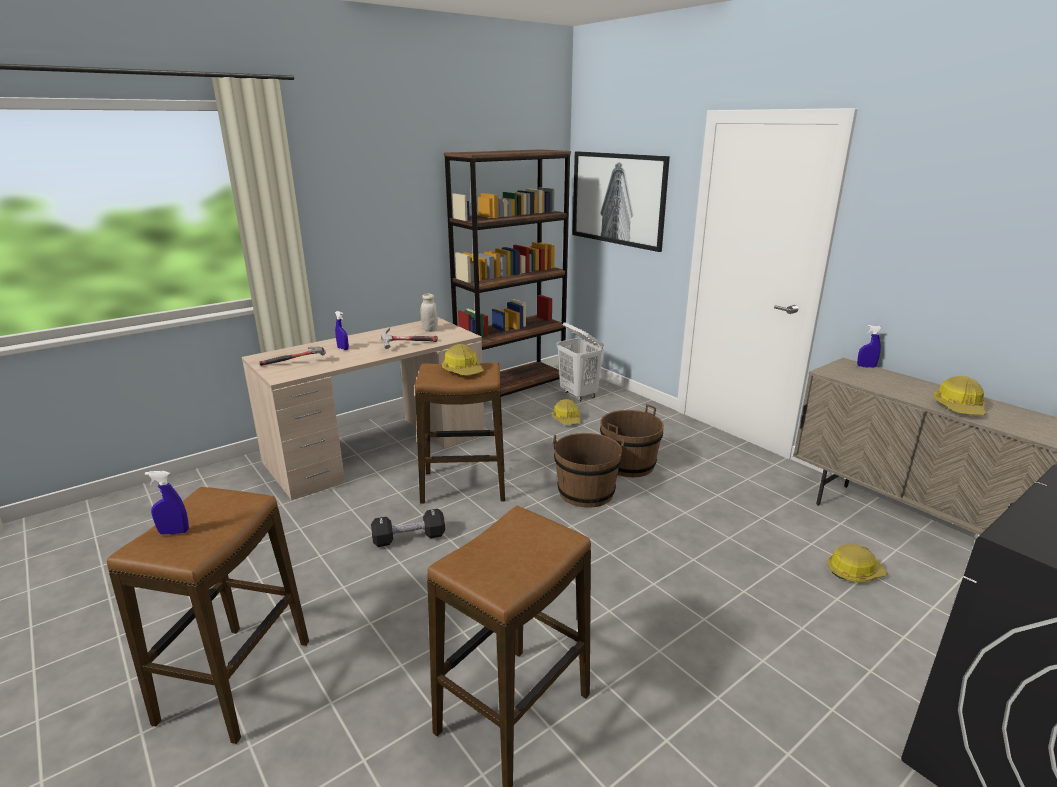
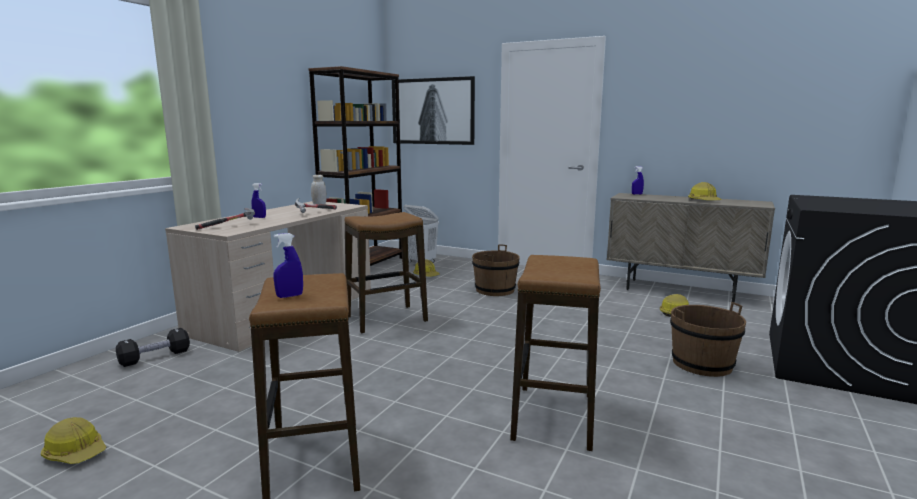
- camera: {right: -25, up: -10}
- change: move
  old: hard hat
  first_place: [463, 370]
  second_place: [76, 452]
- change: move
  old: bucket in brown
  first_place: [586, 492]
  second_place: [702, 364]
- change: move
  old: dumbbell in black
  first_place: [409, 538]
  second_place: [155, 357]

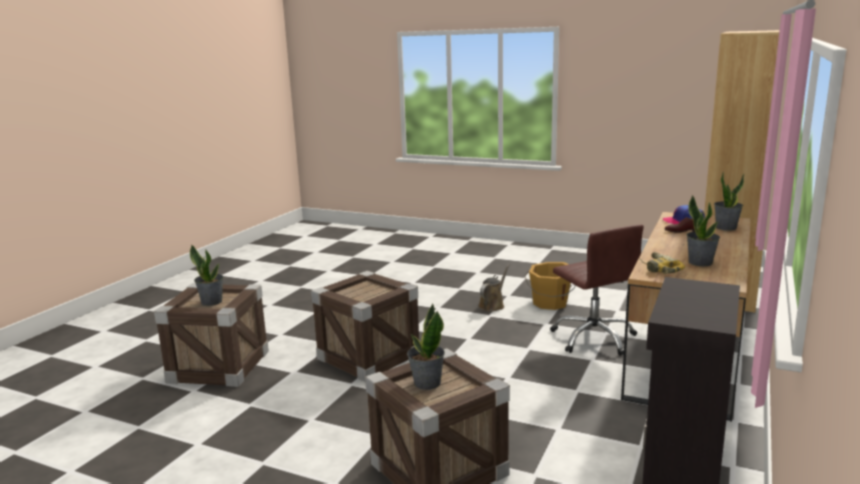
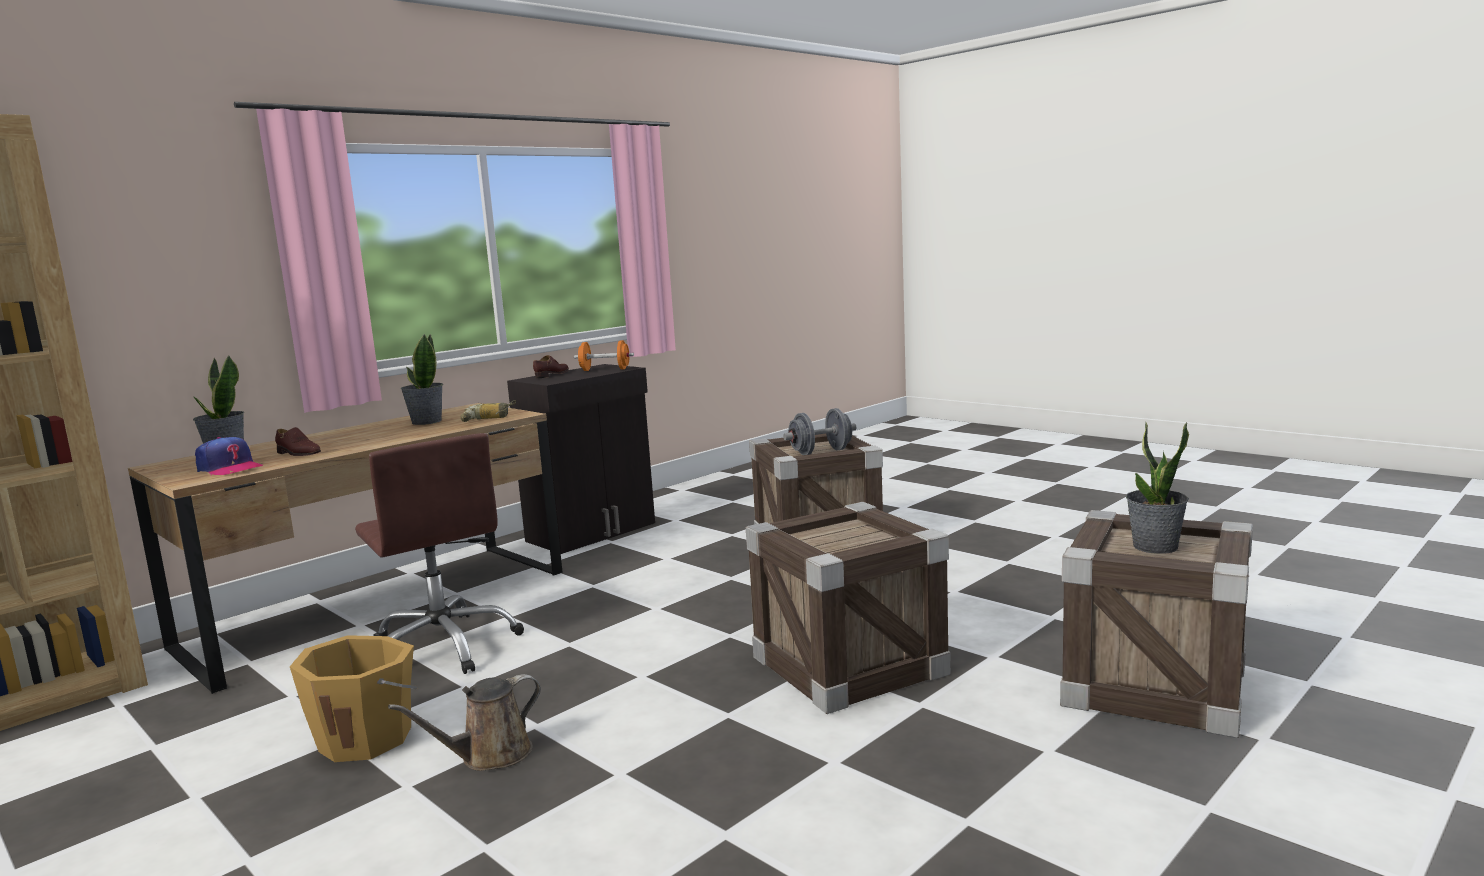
- camera: {right: -160, up: -5}
- change: rotate
  old: office chair in brown
  first_place: [594, 338]
  second_place: [443, 647]
  degrees: 150
- change: replace
  old: potted plant
  new: dumbbell in grey
  first_place: [426, 383]
  second_place: [821, 452]
- change: insert
  new: dumbbell in orange
  second_place: [605, 370]
- change: insert
  new: shoe in brown
  second_place: [552, 374]

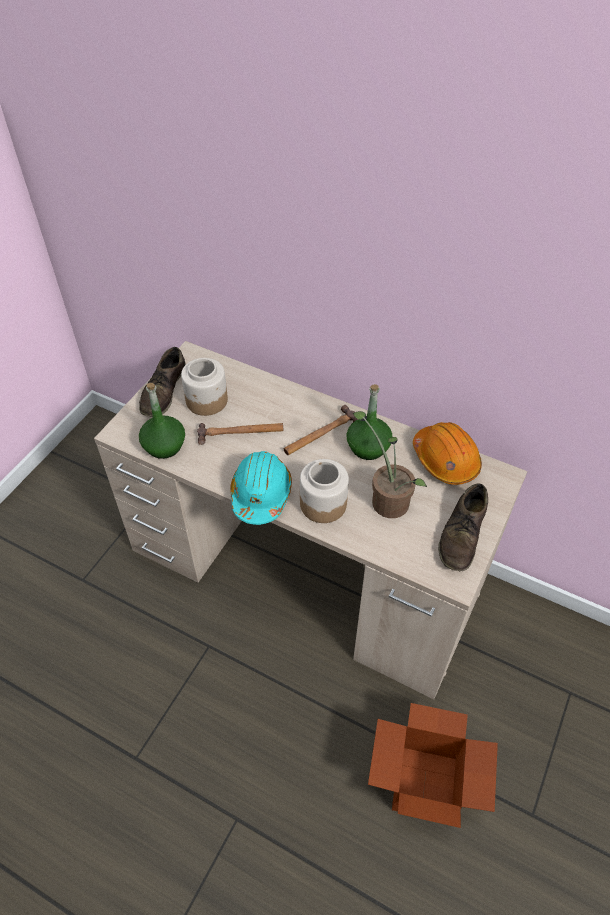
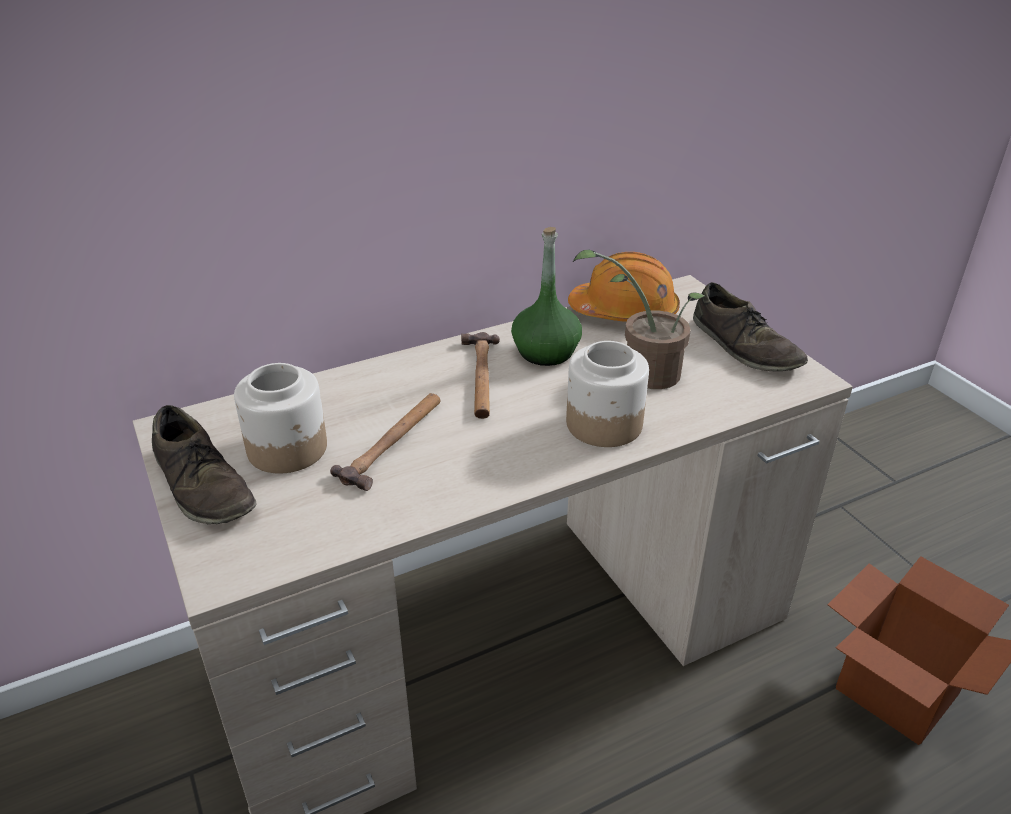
- camera: {right: -55, up: -15}
- change: delete
  old: bottle in green
  first_place: [164, 445]
- change: delete
  old: hard hat in turquoise
  first_place: [261, 494]

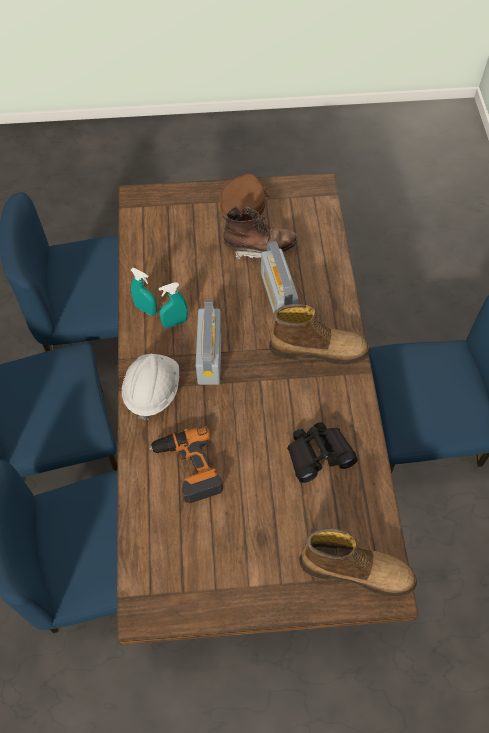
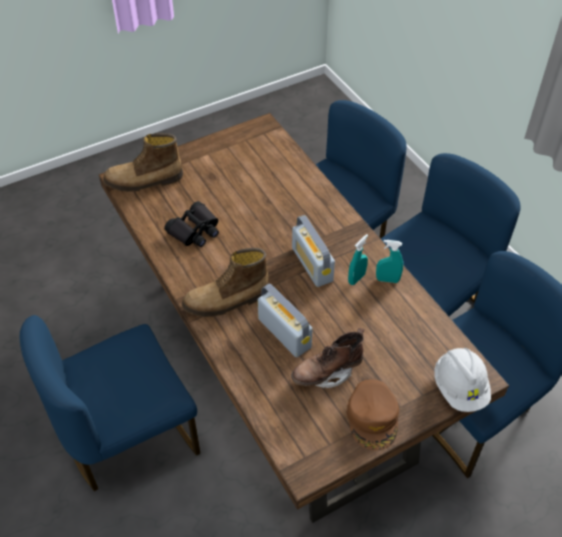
- camera: {right: 155, up: -10}
- change: move
  old: hard hat in white
  first_place: [152, 391]
  second_place: [460, 388]
- change: delete
  old: power drill
  first_place: [187, 468]

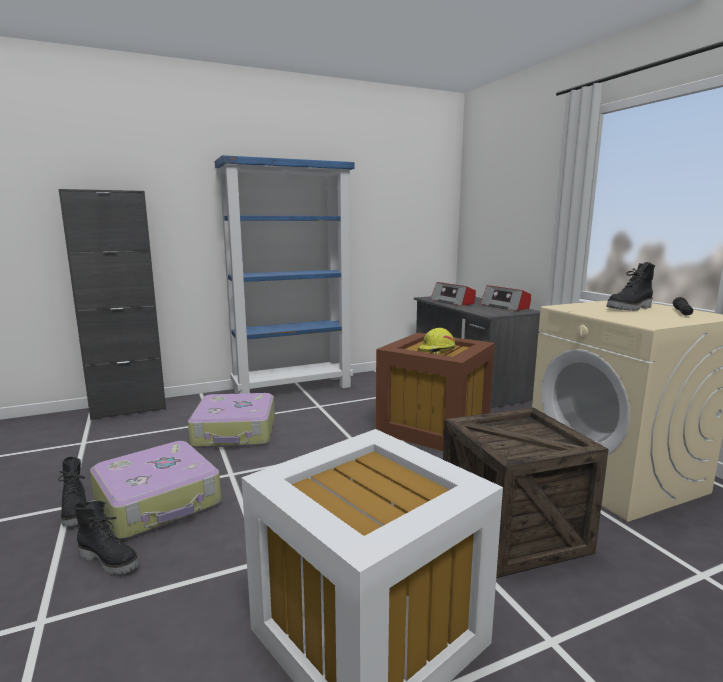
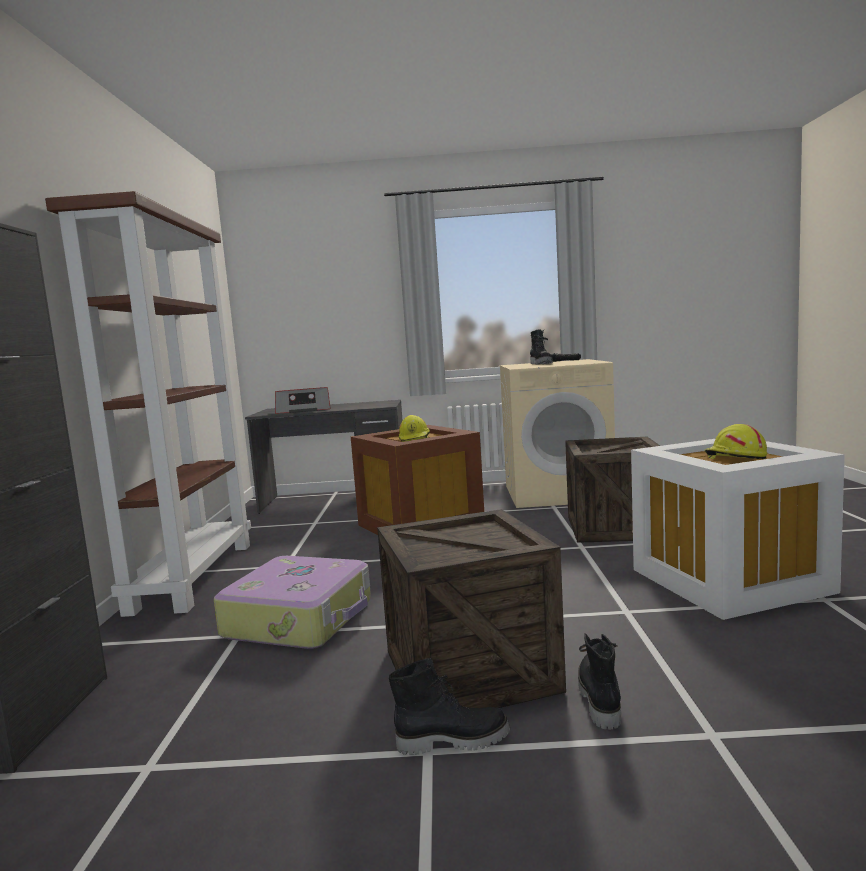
- camera: {right: -65, up: -5}
- change: recolor
  old: bookcase in blue
  new: bookcase in brown
  first_place: [293, 388]
  second_place: [193, 575]
- change: delete
  old: radio
  first_place: [505, 306]
- change: replace
  old: suitcase
  new: crate
  first_place: [159, 502]
  second_place: [470, 670]
- change: rotate
  old: boot in black
  first_place: [110, 560]
  second_place: [598, 697]
  degrees: -45
- change: insert
  new: hard hat in yellow
  second_place: [735, 457]

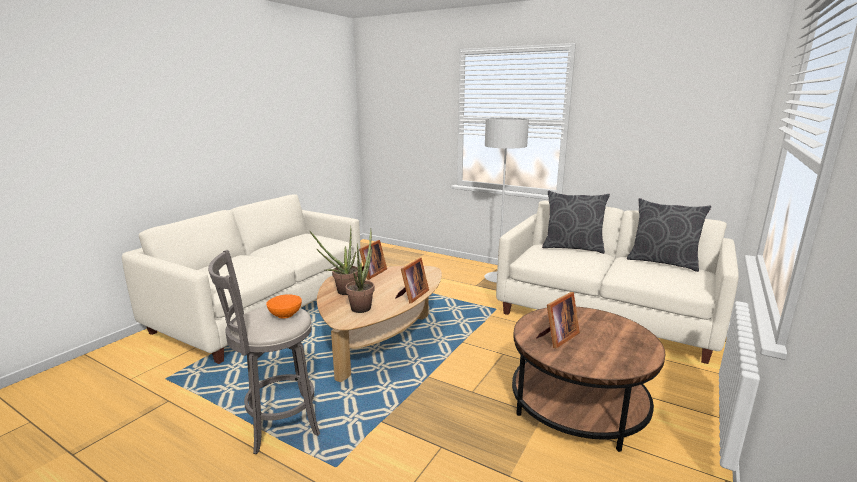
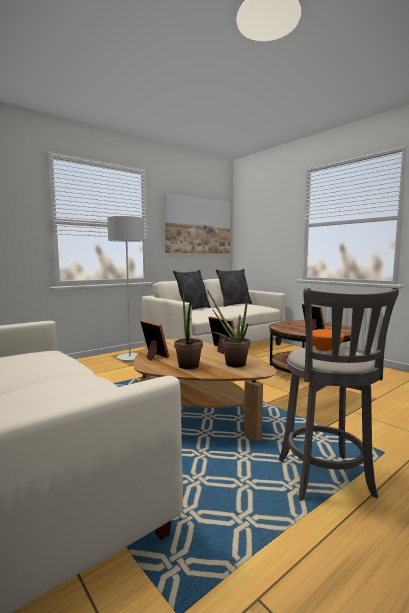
- camera: {right: -70, up: -10}
- change: insert
  new: picture
  second_place: [198, 226]

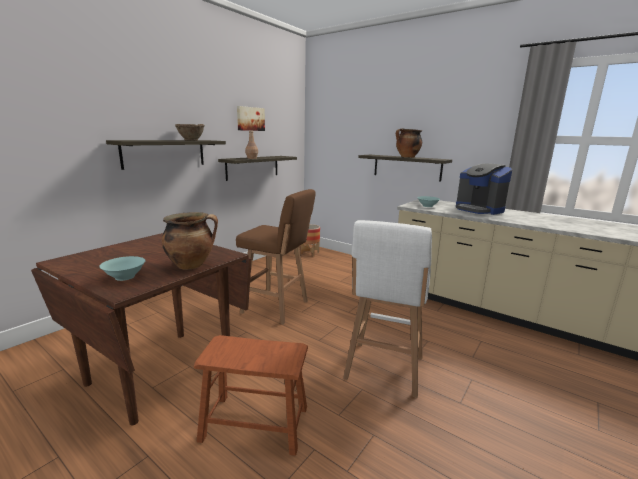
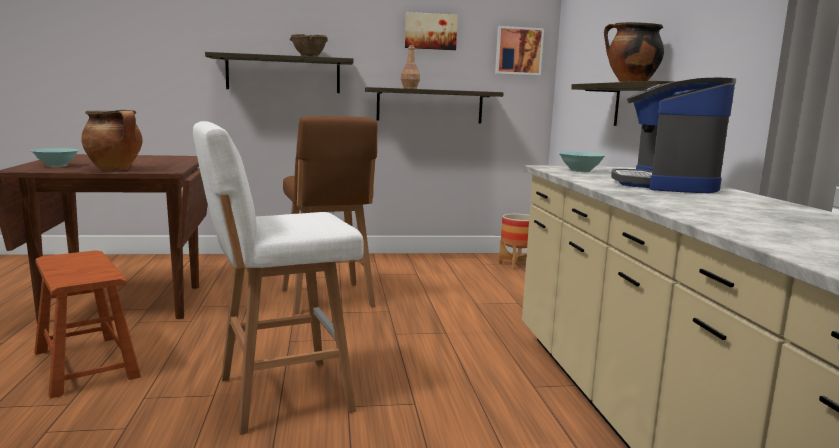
- camera: {right: 45, up: -5}
- change: insert
  new: picture
  second_place: [518, 51]

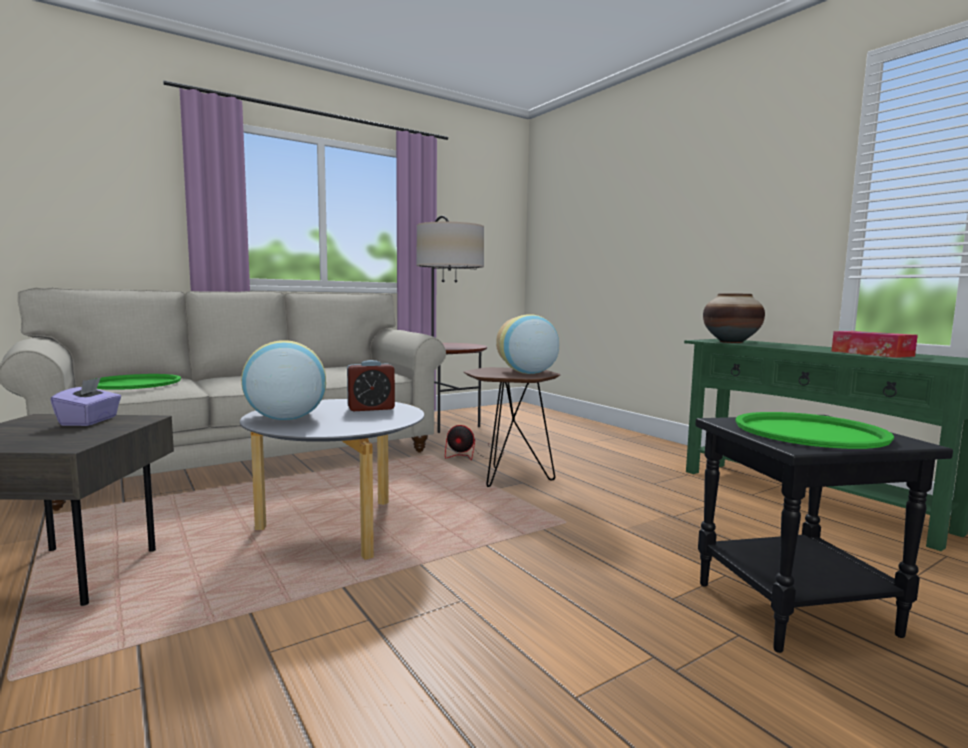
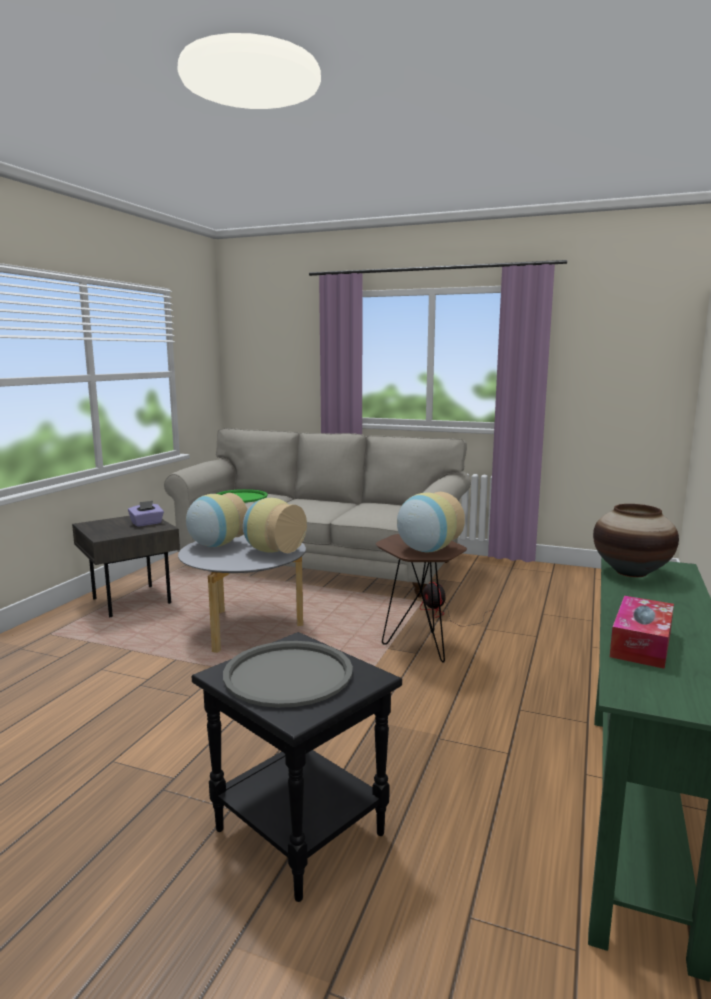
- camera: {right: 55, up: 5}
- change: delete
  old: floor lamp
  first_place: [447, 425]
- change: replace
  old: alarm clock
  new: vase
  first_place: [371, 408]
  second_place: [272, 551]
- change: recolor
  old: tray in green
  new: tray in grey
  first_place: [809, 432]
  second_place: [288, 674]

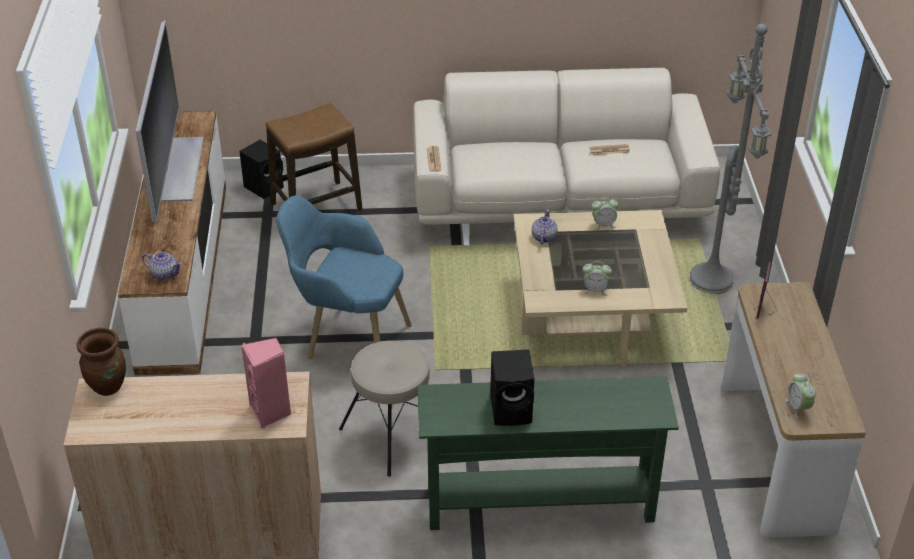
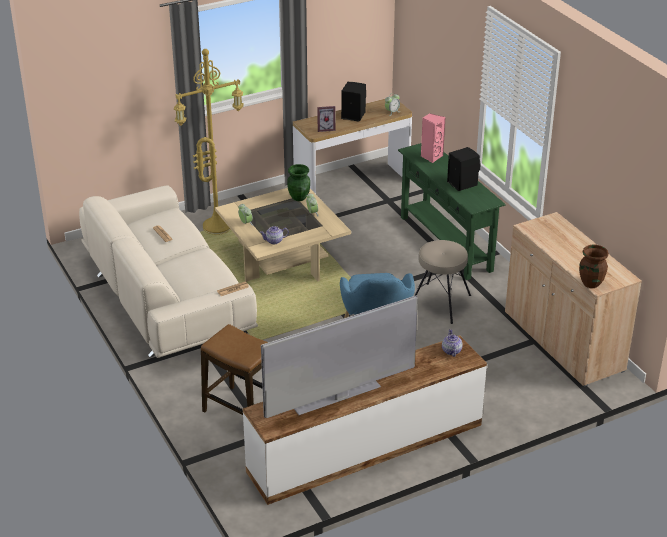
- camera: {right: -115, up: -5}
- change: recolor
  old: floor lamp in grey
  new: floor lamp in yellow
  first_place: [714, 281]
  second_place: [217, 226]
- change: move
  old: speaker in black
  first_place: [265, 187]
  second_place: [352, 115]
- change: move
  old: speaker in pink
  first_place: [271, 413]
  second_place: [431, 156]
- change: insert
  new: vase in green
  second_place: [299, 197]

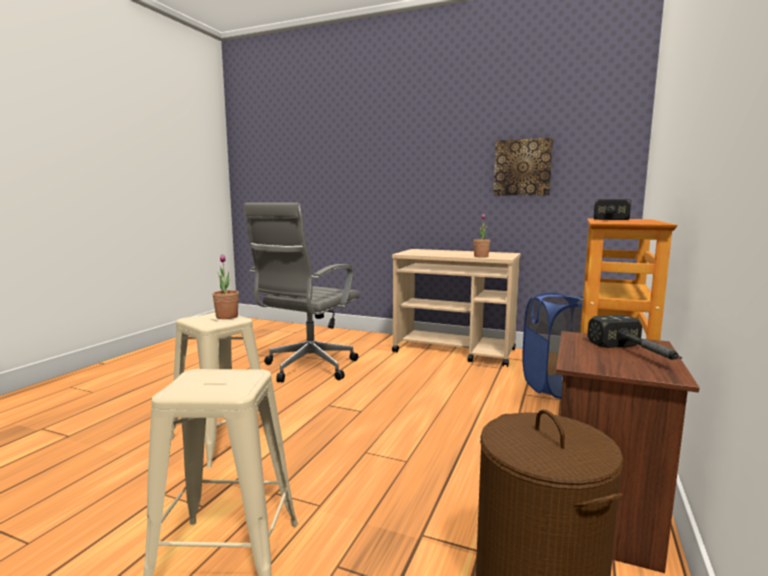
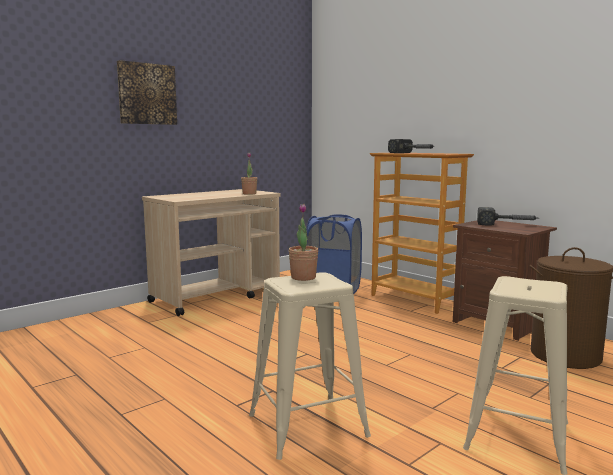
- camera: {right: -65, up: 0}
- change: move
  old: picture
  first_place: [522, 167]
  second_place: [147, 94]
- change: delete
  old: office chair in grey
  first_place: [307, 368]

